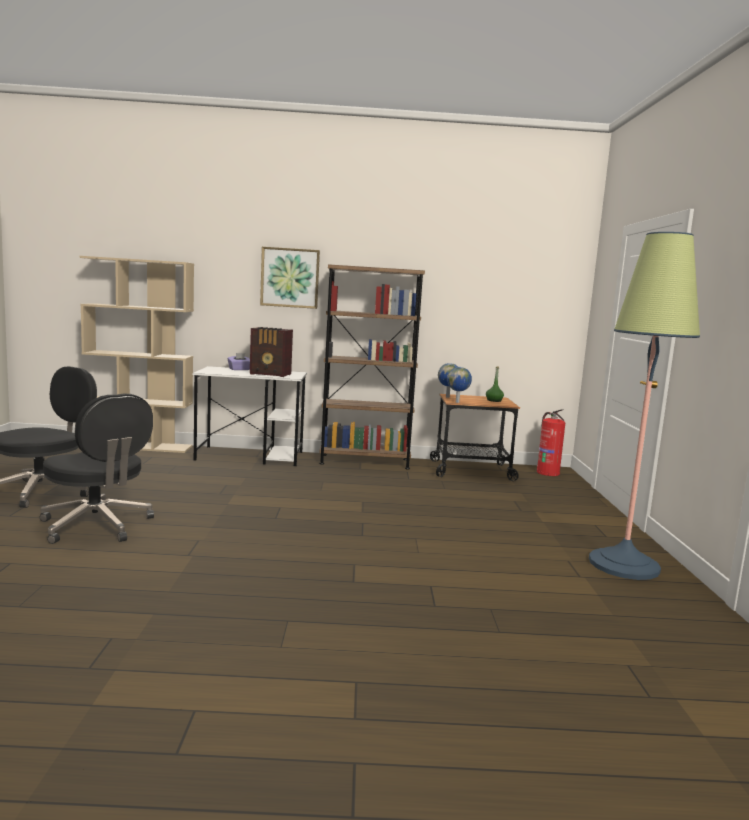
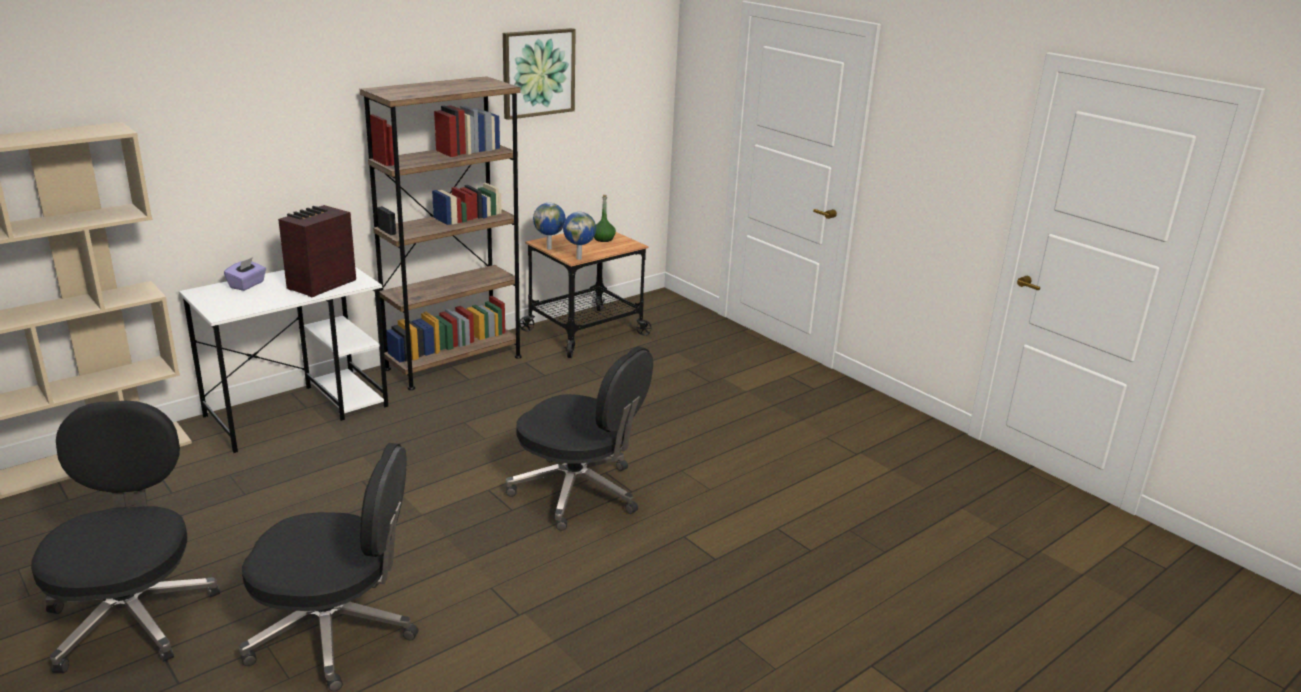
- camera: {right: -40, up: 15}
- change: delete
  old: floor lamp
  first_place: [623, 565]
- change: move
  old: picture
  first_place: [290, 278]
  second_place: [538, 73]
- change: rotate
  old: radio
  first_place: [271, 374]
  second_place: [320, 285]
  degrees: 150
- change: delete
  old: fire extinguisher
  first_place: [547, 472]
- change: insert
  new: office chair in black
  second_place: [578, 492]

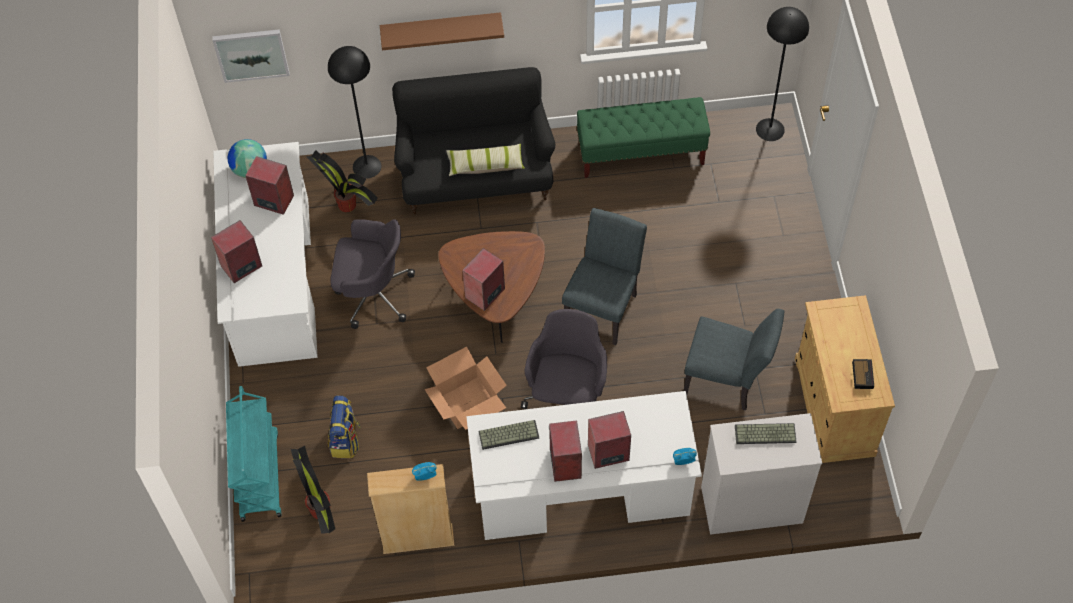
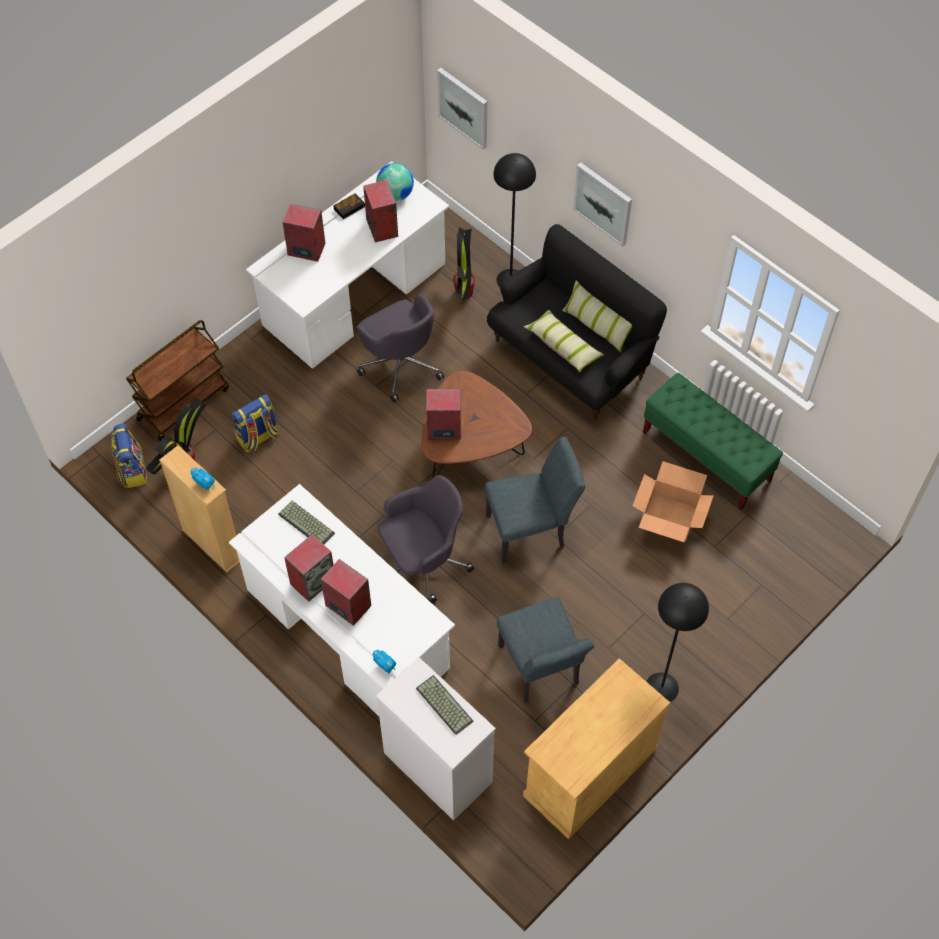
- camera: {right: 50, up: 0}
- change: move
  old: floor lamp in black
  first_place: [770, 130]
  second_place: [661, 688]
- change: replace
  old: shelf in brown
  new: picture
  first_place: [441, 28]
  second_place: [603, 203]
- change: move
  old: cardboard box
  first_place: [468, 403]
  second_place: [669, 518]
- change: move
  old: alarm clock
  first_place: [862, 374]
  second_place: [350, 207]
- change: recolor
  old: cart in turquoise
  new: cart in brown
  first_place: [259, 475]
  second_place: [183, 403]
- change: insert
  new: pillow
  second_place: [596, 326]
- change: insert
  new: backpack
  second_place: [132, 470]

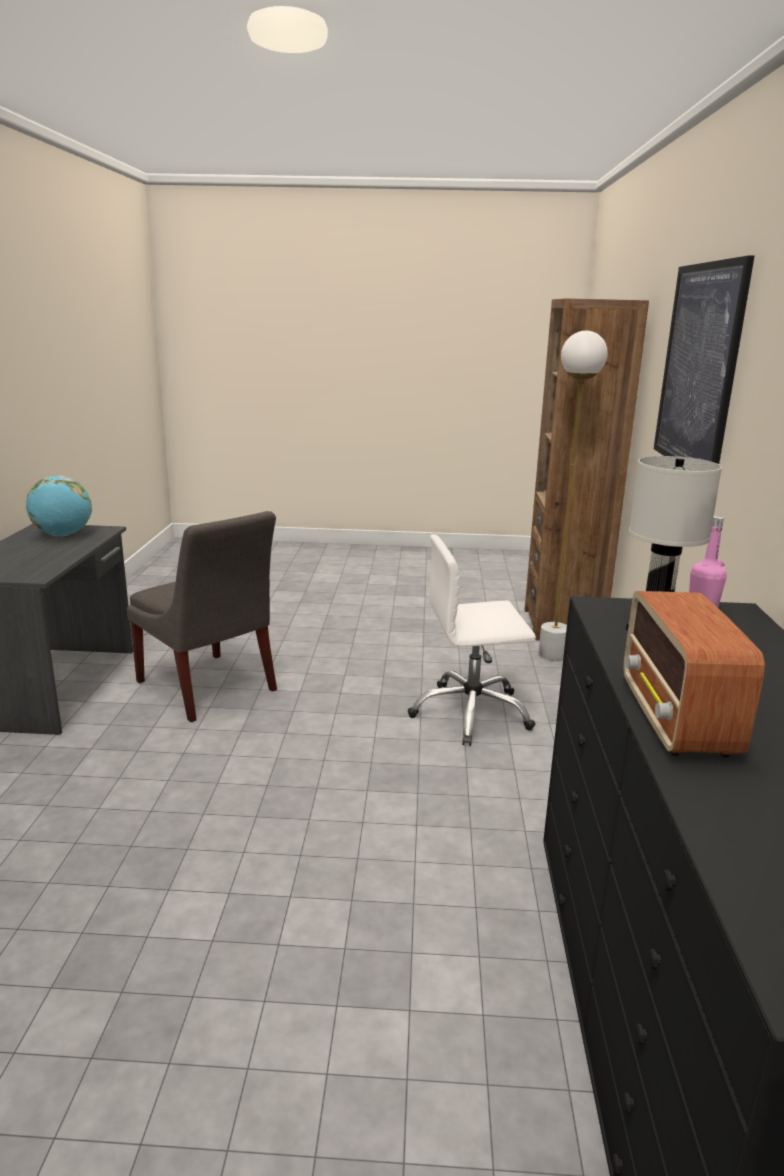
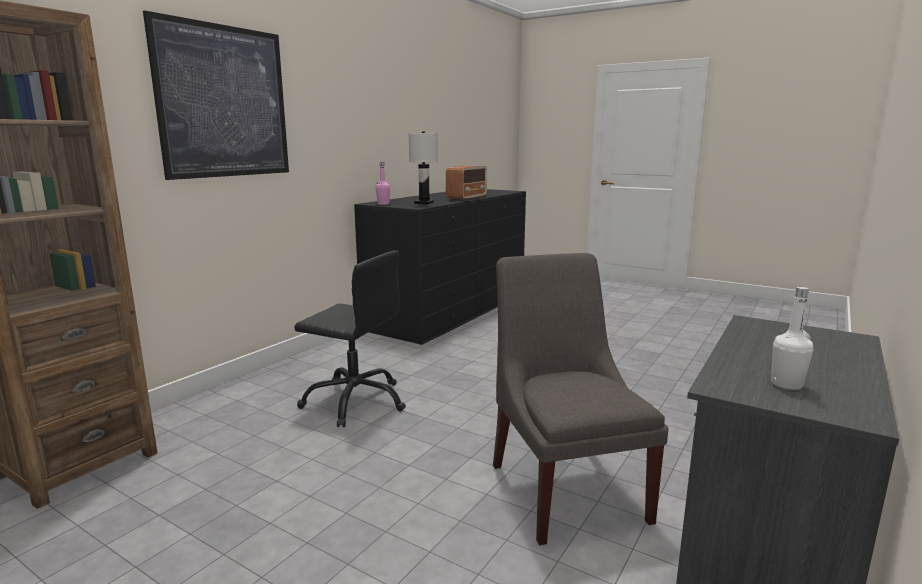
- camera: {right: -150, up: -5}
- change: delete
  old: floor lamp in white
  first_place: [553, 655]
- change: replace
  old: globe
  new: bottle in white
  first_place: [63, 535]
  second_place: [786, 384]
- change: recolor
  old: office chair in white
  new: office chair in black
  first_place: [471, 713]
  second_place: [355, 401]

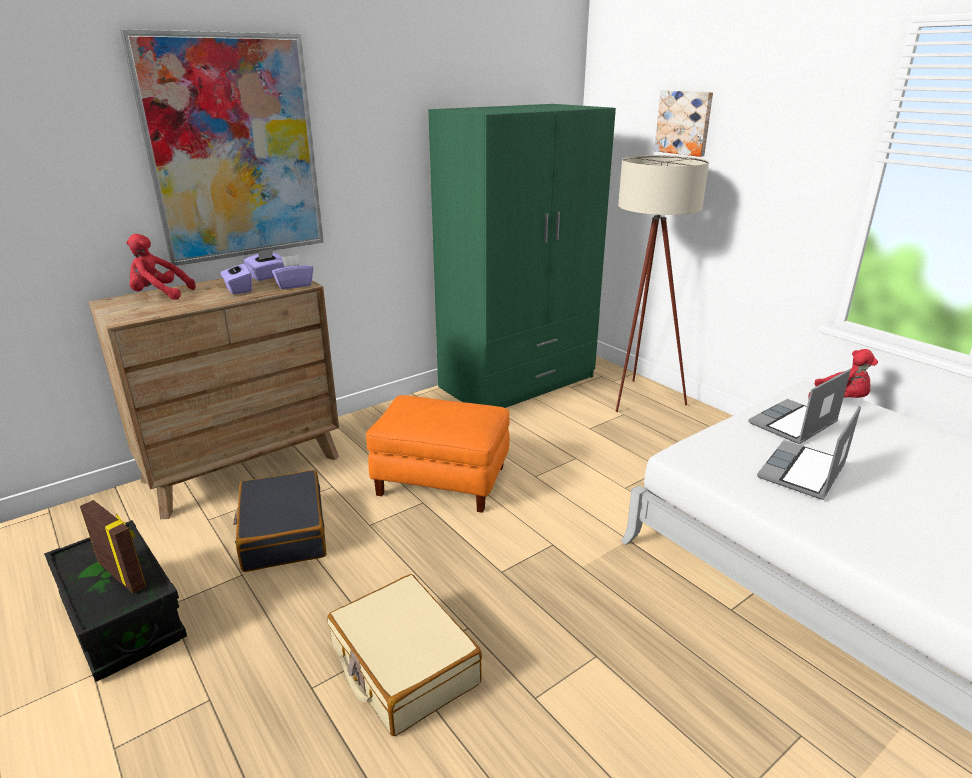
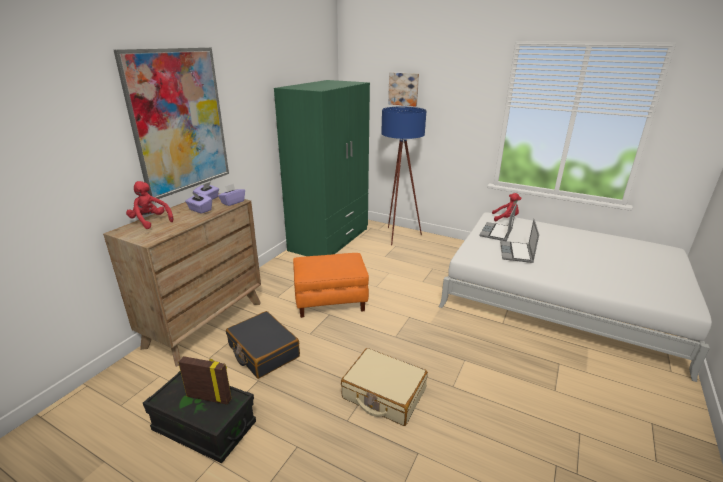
- camera: {right: -25, up: 0}
- change: recolor
  old: floor lamp in beige
  new: floor lamp in blue
  first_place: [638, 401]
  second_place: [398, 237]
- change: rotate
  old: plush toy in red
  first_place: [159, 295]
  second_place: [150, 221]
  degrees: 60

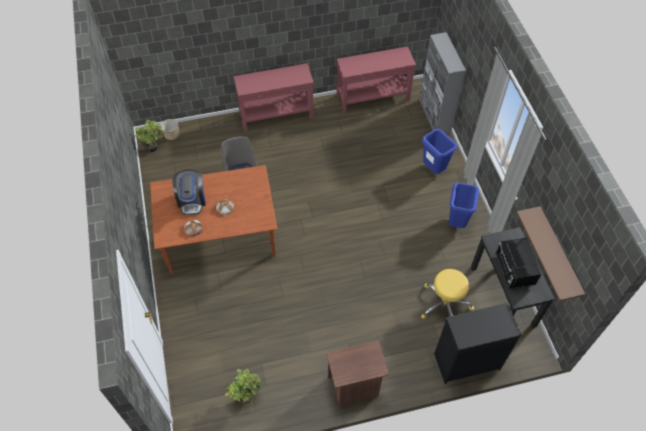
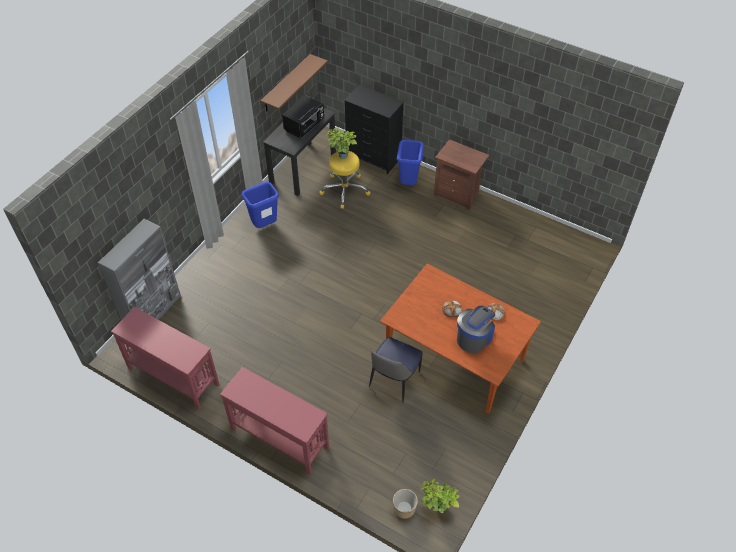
- camera: {right: -135, up: -5}
- change: move
  old: trash can in blue
  first_place: [433, 170]
  second_place: [408, 183]
- change: move
  old: potted plant
  first_place: [246, 396]
  second_place: [341, 157]

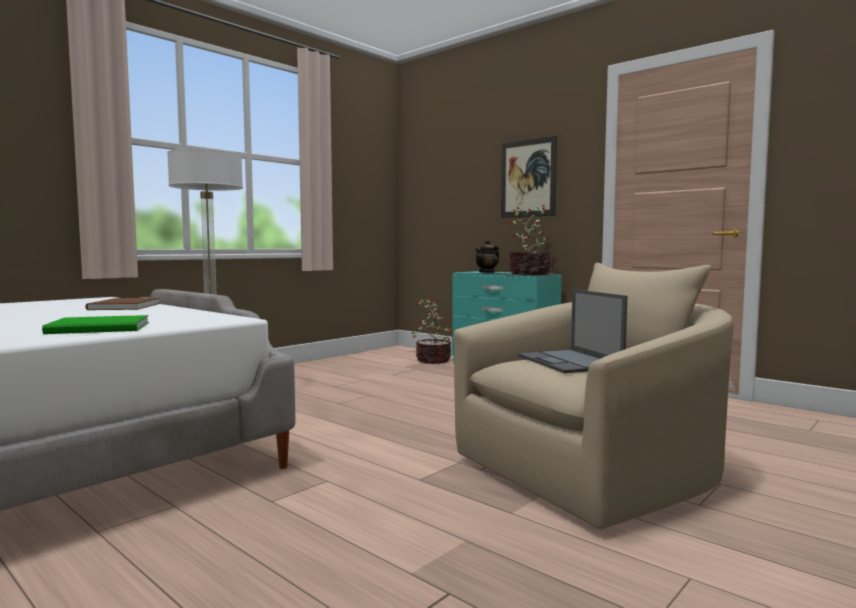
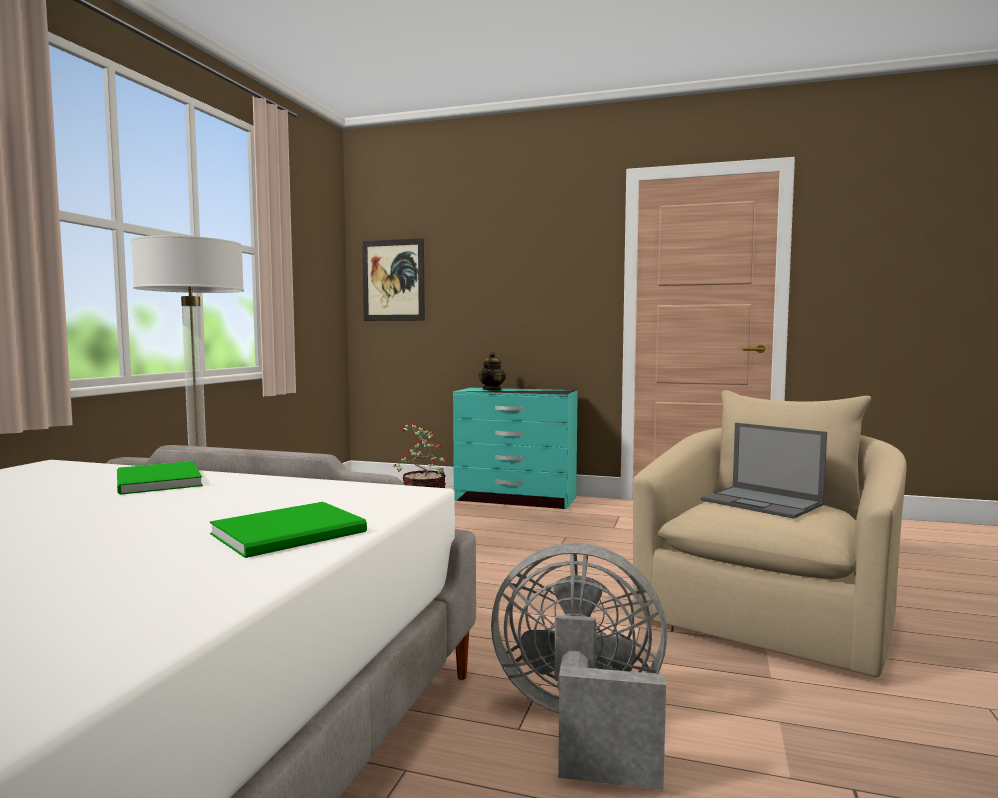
- camera: {right: -25, up: 0}
- change: move
  old: picture
  first_place: [528, 178]
  second_place: [393, 280]
- change: delete
  old: potted plant
  first_place: [530, 273]
- change: recolor
  old: book in brown
  new: book in green
  first_place: [122, 307]
  second_place: [156, 482]
- change: insert
  new: fan in grey
  second_place: [581, 726]

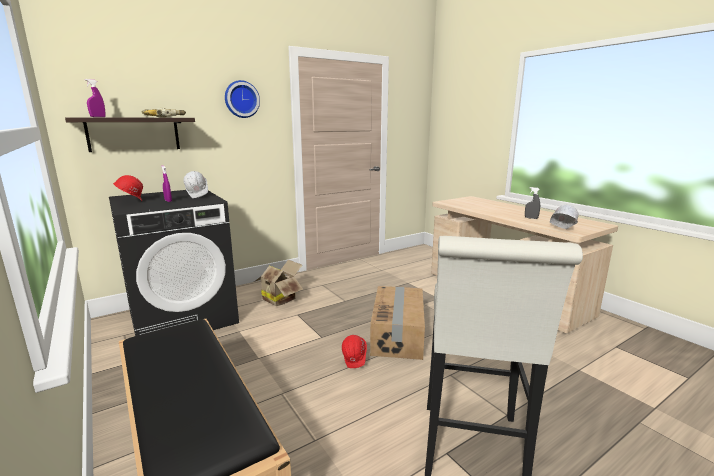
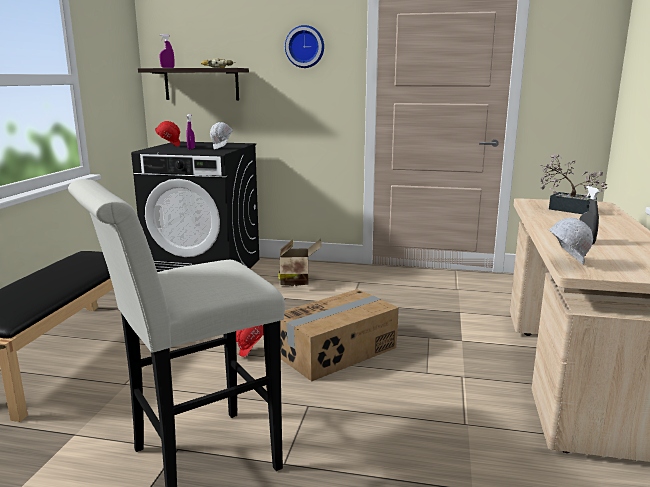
- camera: {right: 45, up: 0}
- change: insert
  new: potted plant
  second_place: [566, 209]

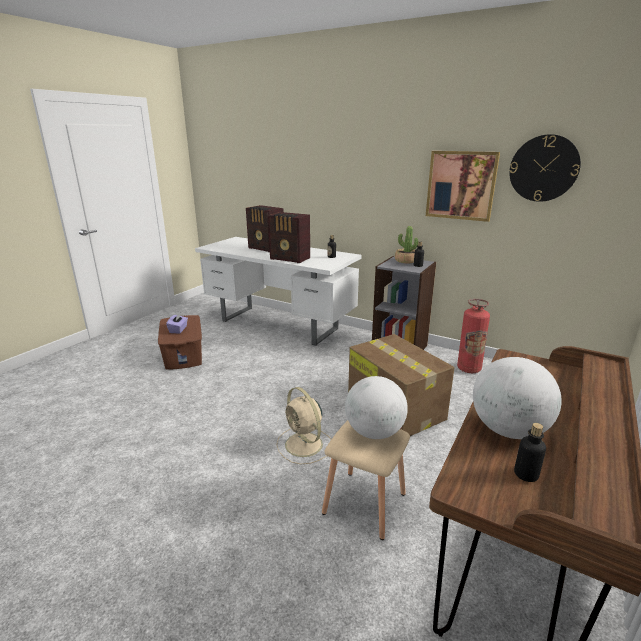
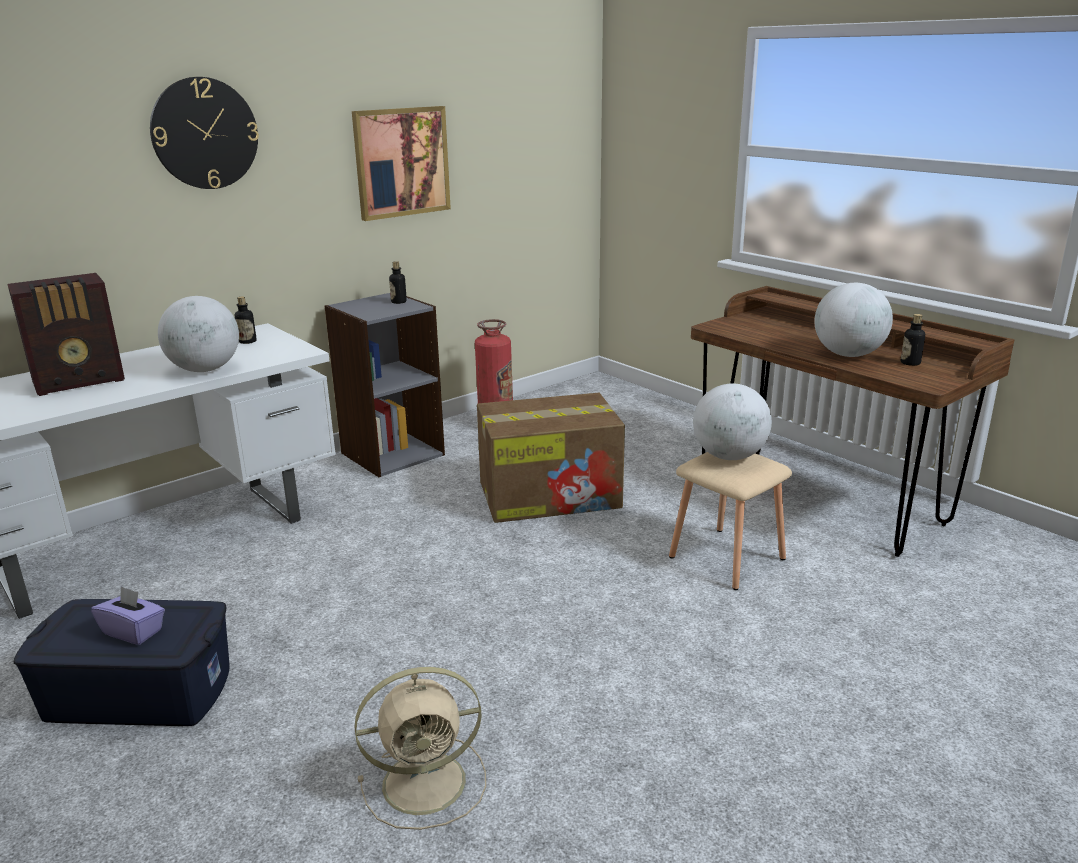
- camera: {right: -70, up: 0}
- change: move
  old: wall clock
  first_place: [543, 168]
  second_place: [204, 133]
- change: replace
  old: radio
  new: globe
  first_place: [290, 259]
  second_place: [205, 370]
- change: delete
  old: potted plant
  first_place: [406, 261]
- change: recolor
  old: storage box in brown
  new: storage box in blue
  first_place: [184, 353]
  second_place: [139, 692]
- change: move
  old: fan in beige
  first_place: [305, 445]
  second_place: [428, 782]

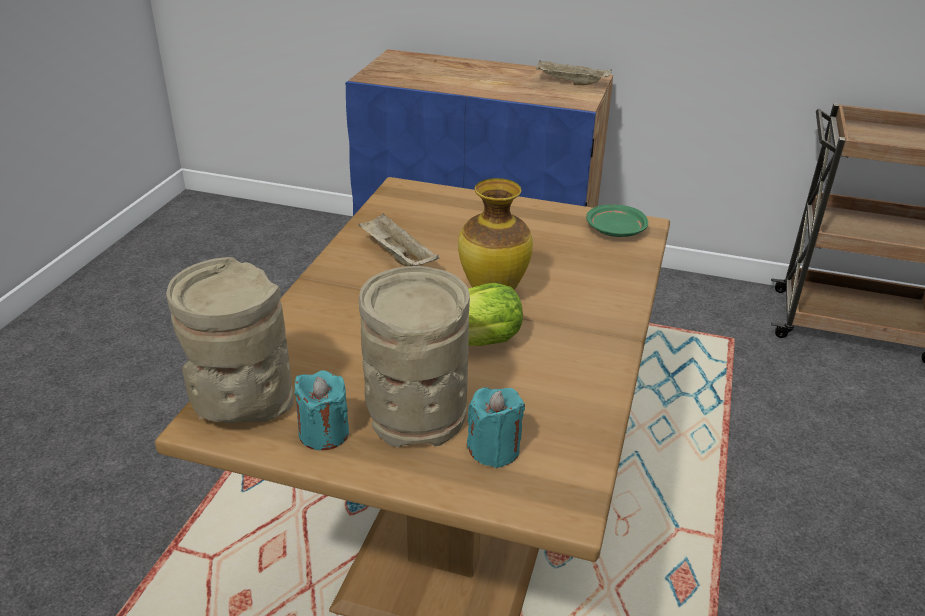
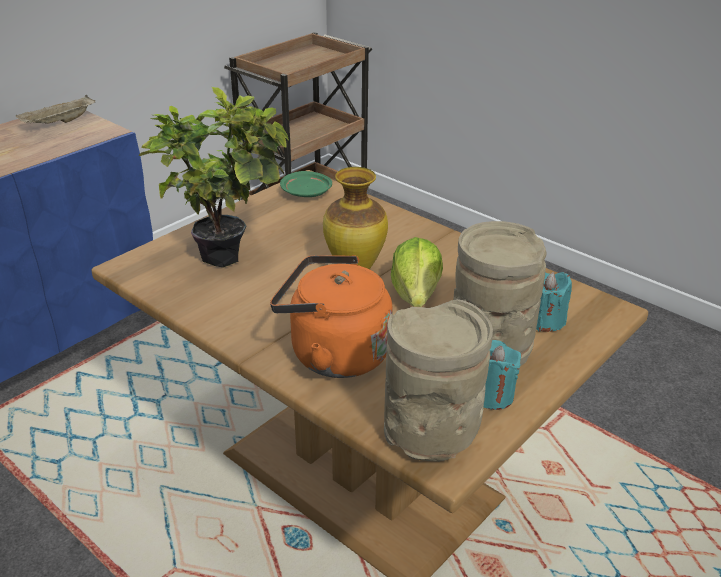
- camera: {right: -65, up: 0}
- change: delete
  old: tray in beige
  first_place: [396, 256]
- change: insert
  new: potted plant
  second_place: [228, 253]
- change: insert
  new: kettle in orange
  second_place: [333, 354]

